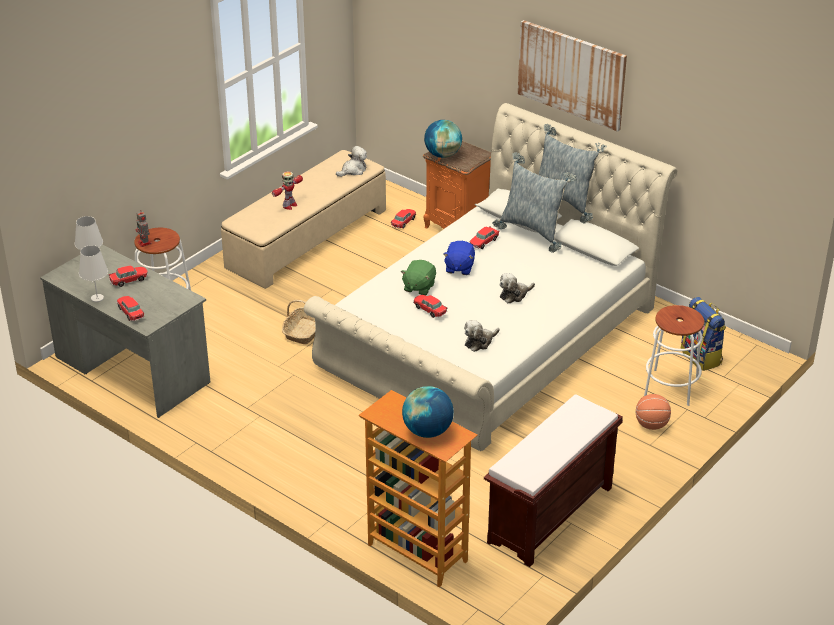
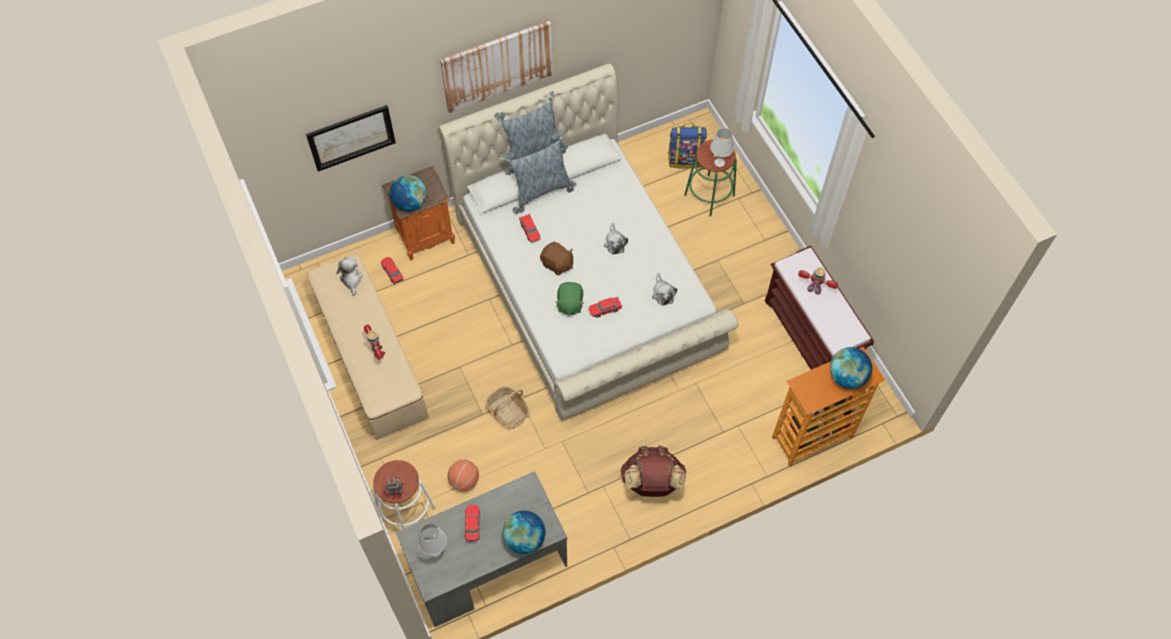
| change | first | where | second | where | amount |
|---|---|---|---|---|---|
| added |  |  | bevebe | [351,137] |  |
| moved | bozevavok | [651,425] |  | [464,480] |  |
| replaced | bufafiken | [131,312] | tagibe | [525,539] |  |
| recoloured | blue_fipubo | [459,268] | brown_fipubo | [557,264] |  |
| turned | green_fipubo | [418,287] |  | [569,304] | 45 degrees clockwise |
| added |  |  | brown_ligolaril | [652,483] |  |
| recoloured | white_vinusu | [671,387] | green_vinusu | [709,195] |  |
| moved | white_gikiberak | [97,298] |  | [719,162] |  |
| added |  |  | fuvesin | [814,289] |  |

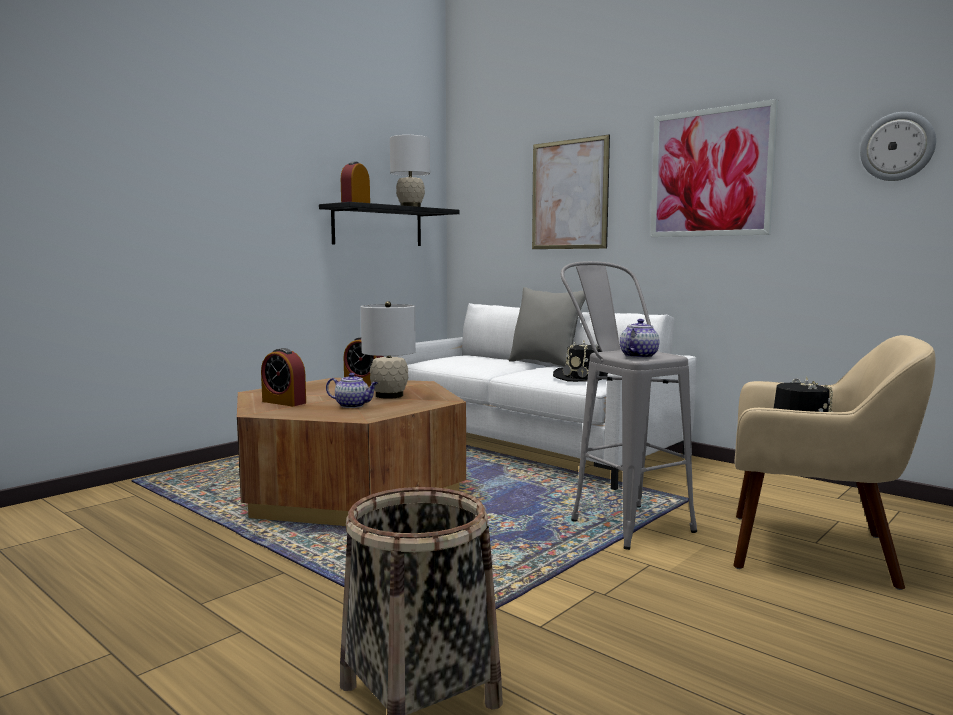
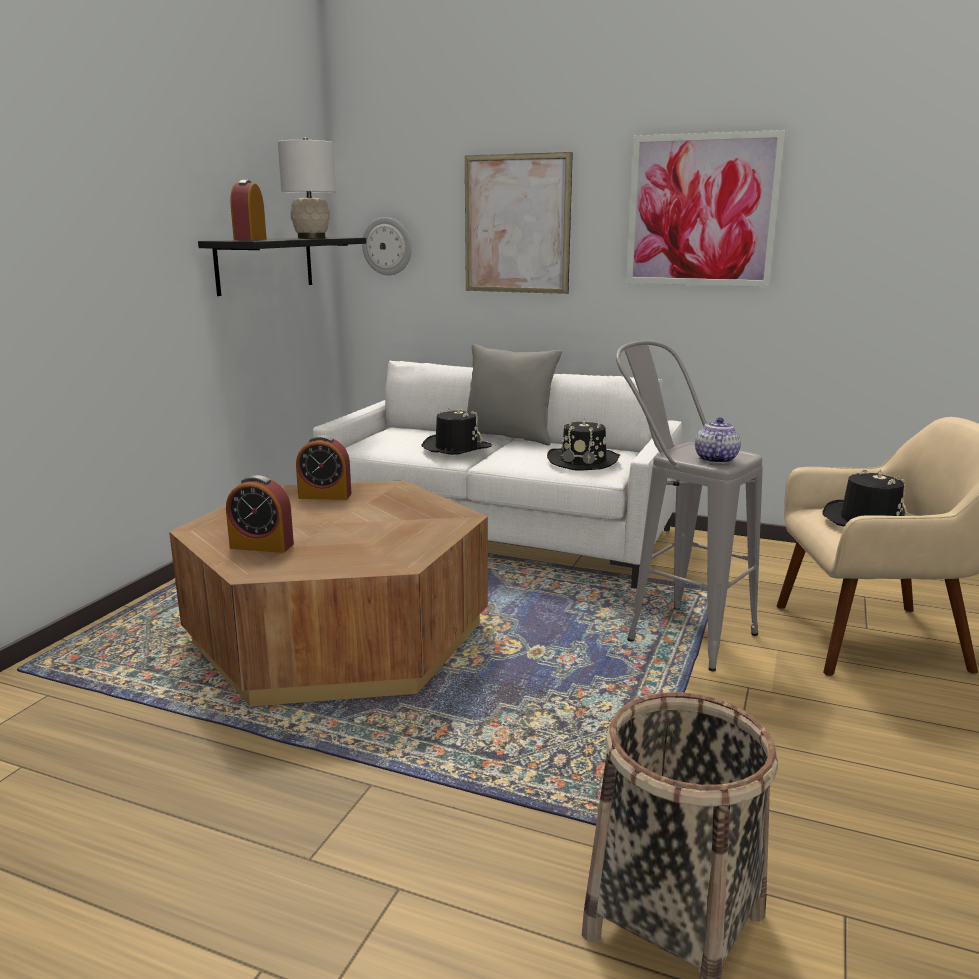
| change | first | where | second | where | amount |
|---|---|---|---|---|---|
| moved | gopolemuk | [897,147] |  | [387,246] |  |
| added |  |  | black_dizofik | [456,448] |  |
| removed | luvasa | [353,405] |  |  |  |
| removed | white_gikiberak | [389,395] |  |  |  |

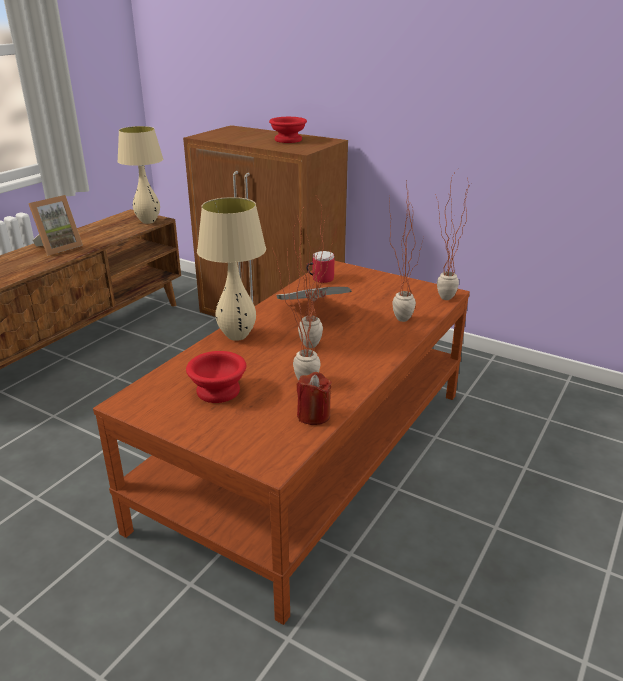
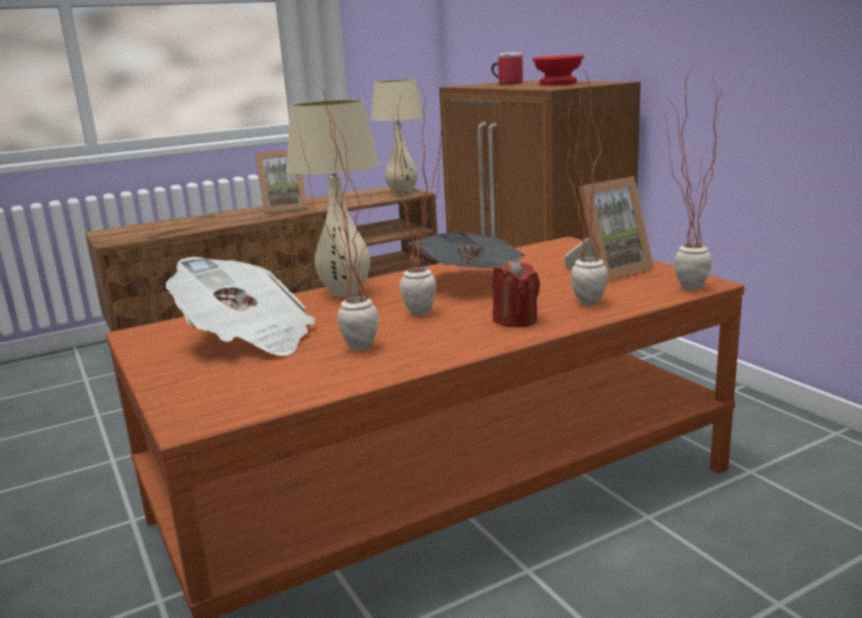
| change | first | where | second | where | amount |
|---|---|---|---|---|---|
| replaced | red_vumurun | [220,391] | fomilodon | [248,339] |  |
| moved | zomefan | [319,279] |  | [507,84] |  |
| moved | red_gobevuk | [313,415] |  | [515,320] |  |
| added |  |  | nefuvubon | [609,270] |  |

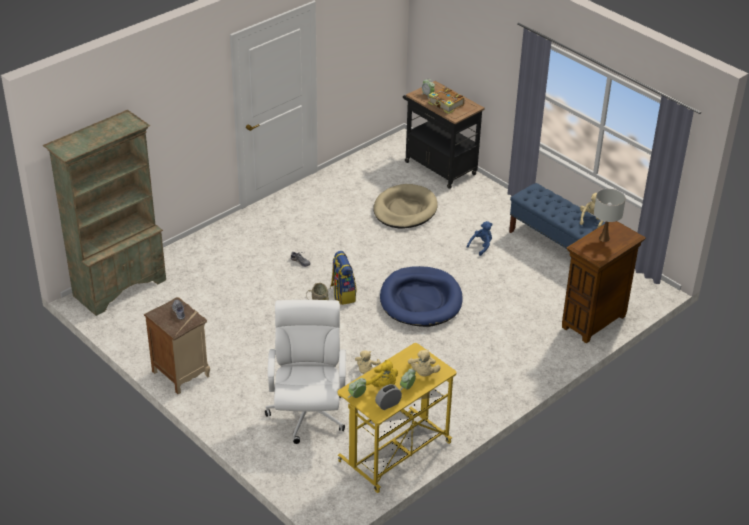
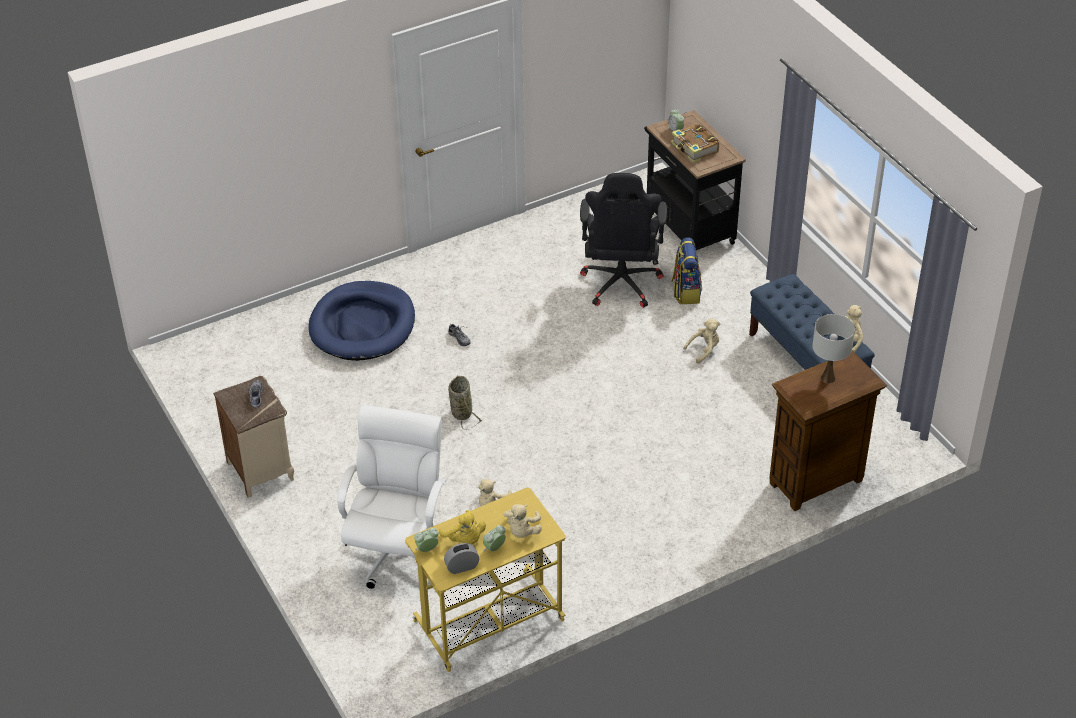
| change | first | where | second | where | amount |
|---|---|---|---|---|---|
| moved | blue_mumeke | [420,300] |  | [362,325] |  |
| replaced | beige_mumeke | [405,210] | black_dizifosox | [621,283] |  |
| moved | ligolaril | [342,294] |  | [686,291] |  |
| recoloured | blue_fipubo | [481,246] | beige_fipubo | [704,350] |  |
| removed | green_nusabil | [119,287] |  |  |  |

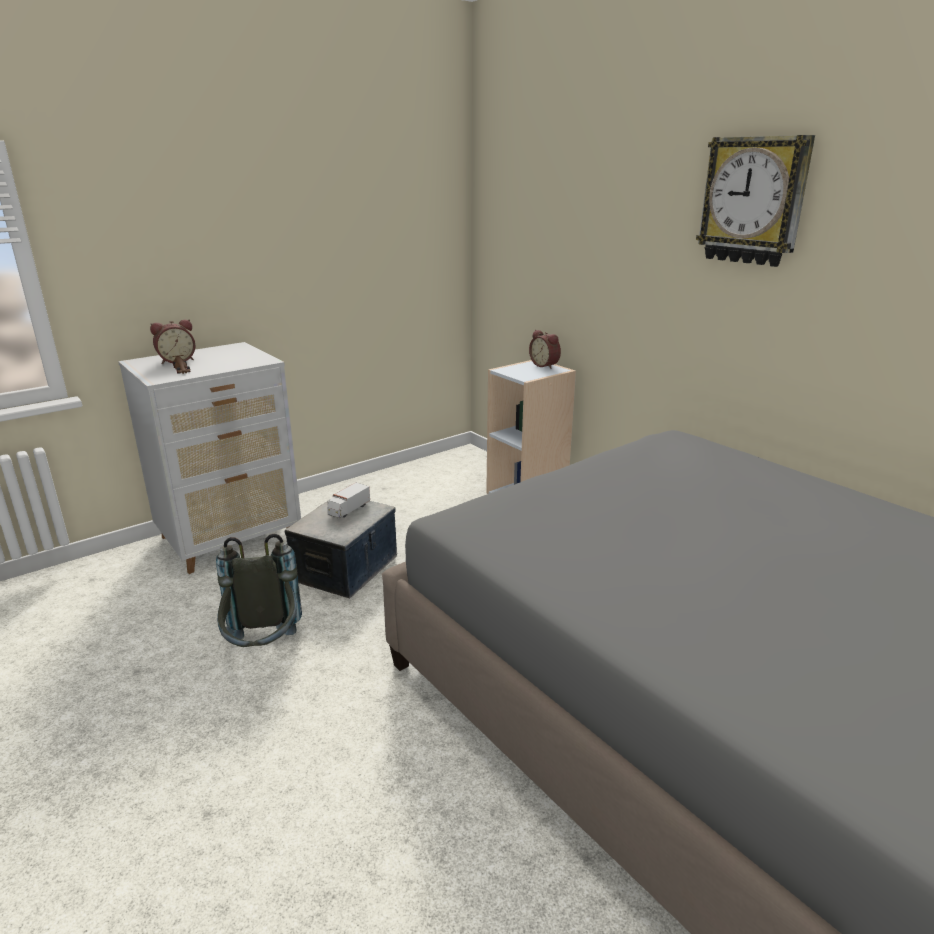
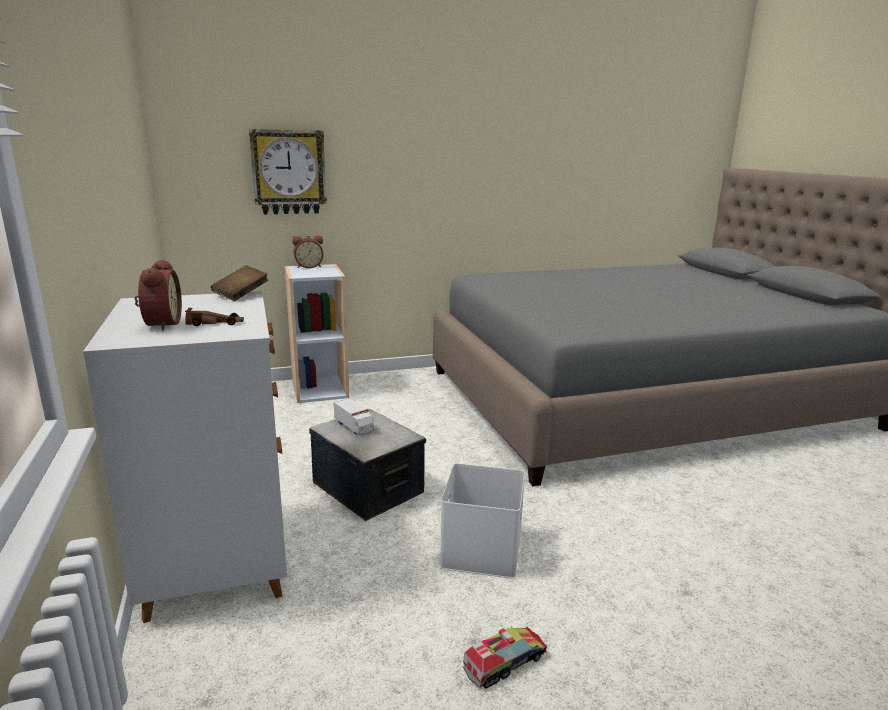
| change | first | where | second | where | amount |
|---|---|---|---|---|---|
| added |  |  | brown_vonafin | [241,295] |  |
| moved | gopolemuk | [753,201] |  | [289,172] |  |
| replaced | grey_ligolaril | [264,650] | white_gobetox | [480,548] |  |
| added |  |  | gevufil | [505,662] |  |

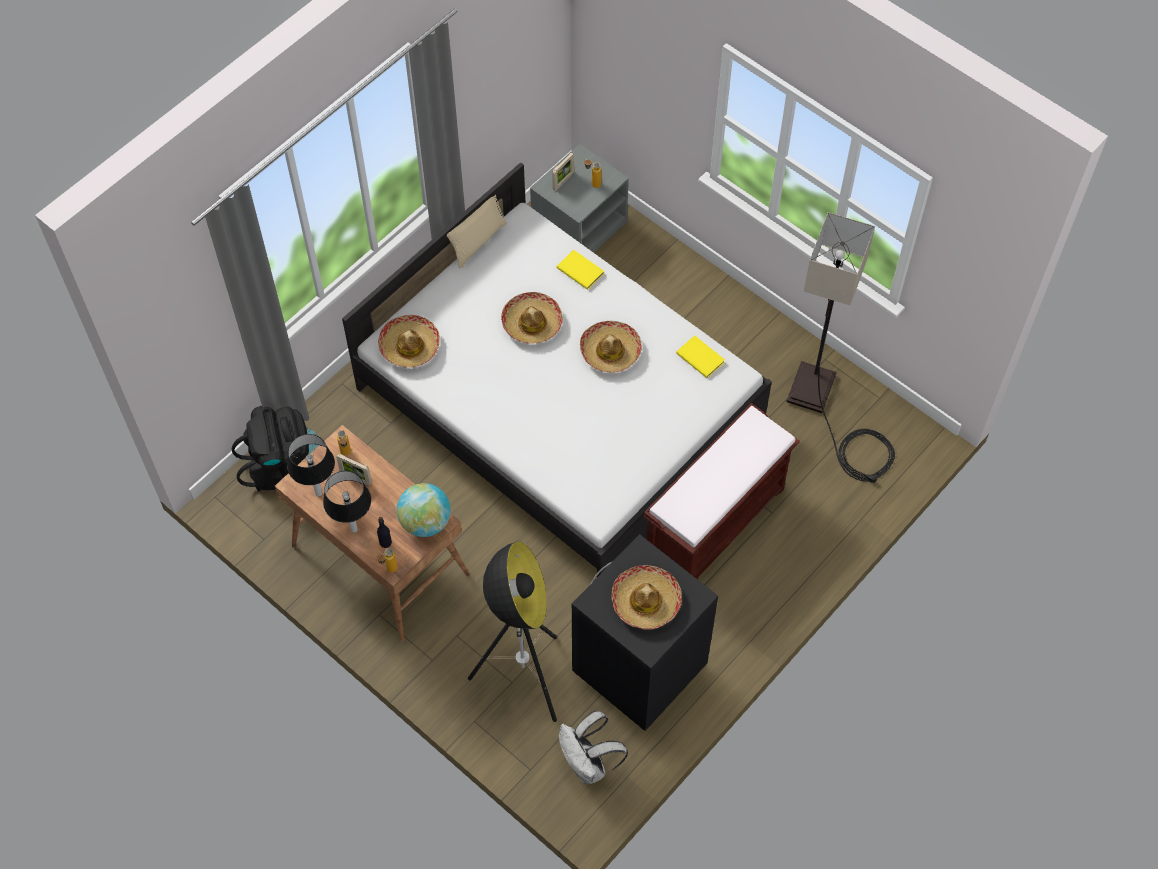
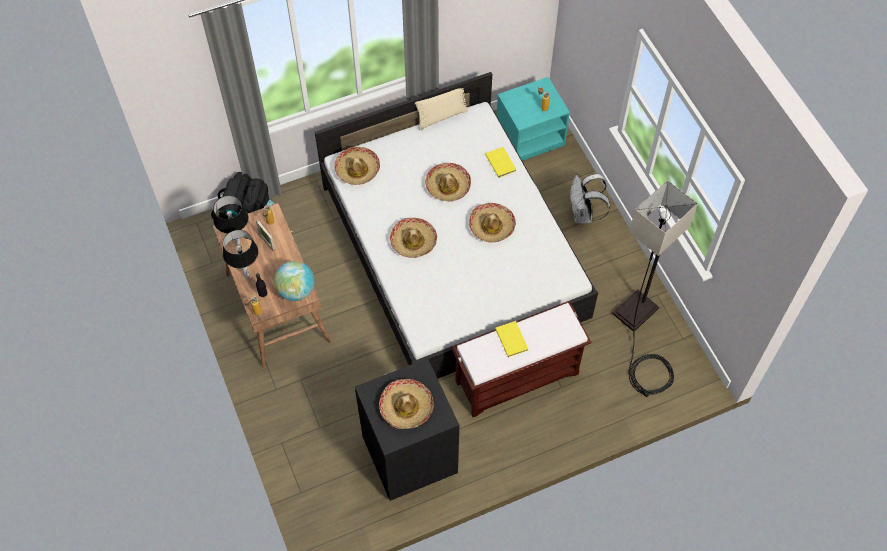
| change | first | where | second | where | amount |
|---|---|---|---|---|---|
| added |  |  | dizofik | [413,241] |  |
| moved | yellow_vonafin | [700,357] |  | [512,339] |  |
| recoloured | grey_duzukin | [579,226] | turquoise_duzukin | [530,136] |  |
| moved | white_ligolaril | [588,765] |  | [583,214] |  |
| removed | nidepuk | [523,678] |  |  |  |
| removed | nefuvubon | [563,181] |  |  |  |

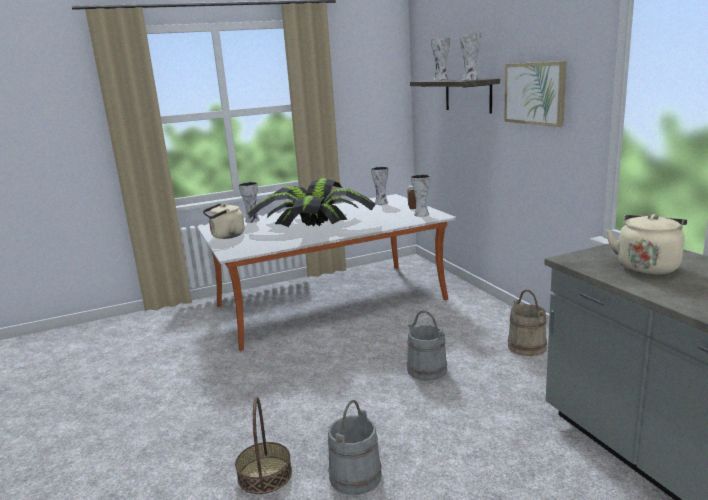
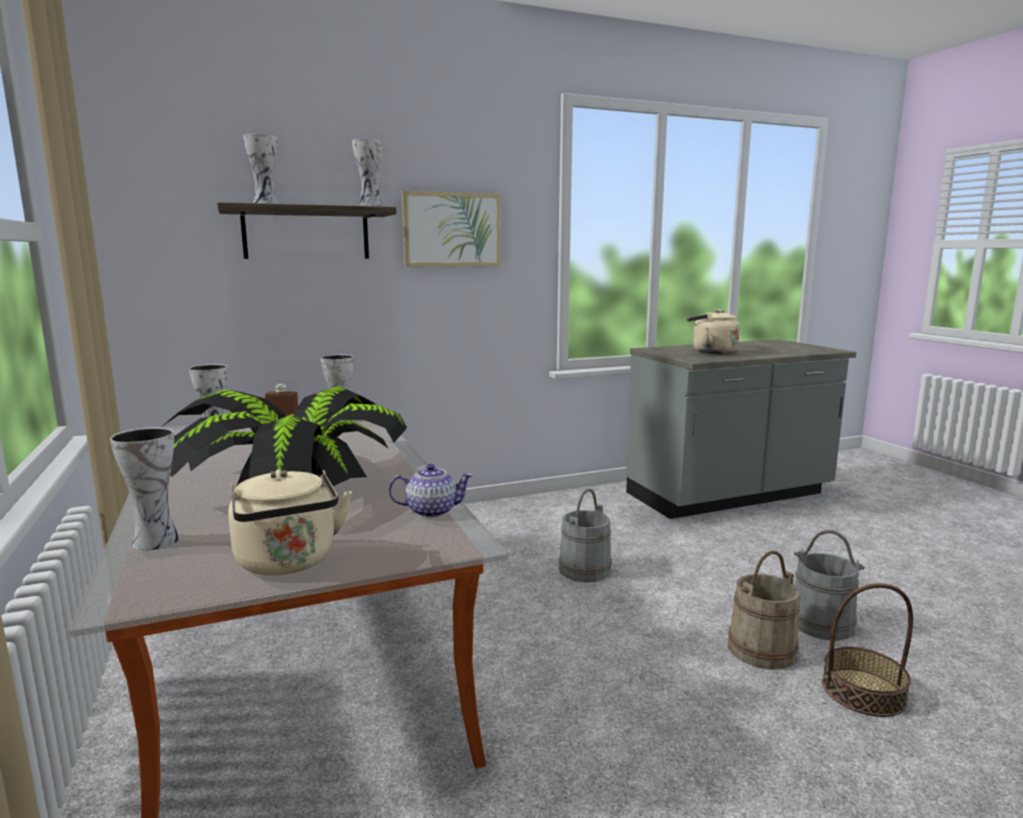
| change | first | where | second | where | amount |
|---|---|---|---|---|---|
| added |  |  | luvasa | [431,511] |  |
| moved | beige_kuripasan | [526,347] |  | [762,650] |  |

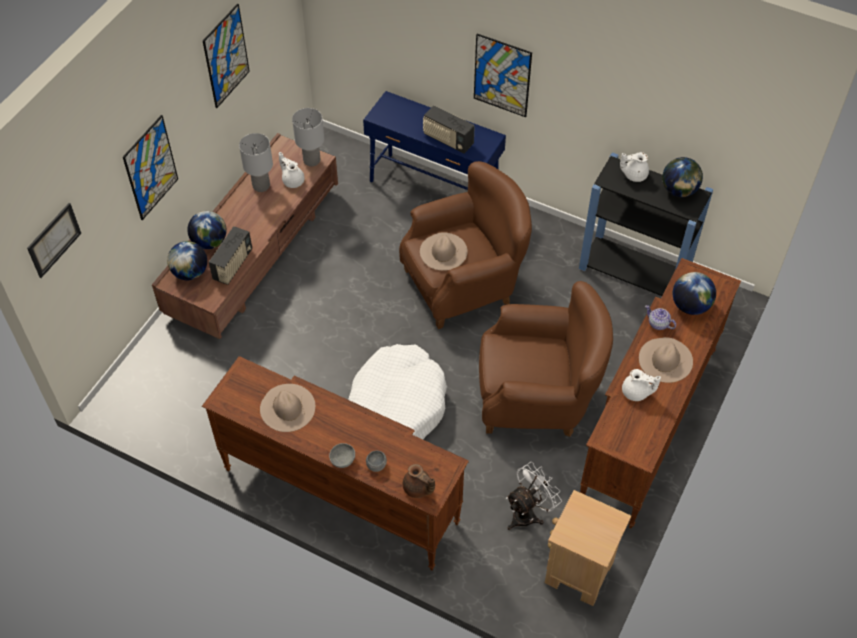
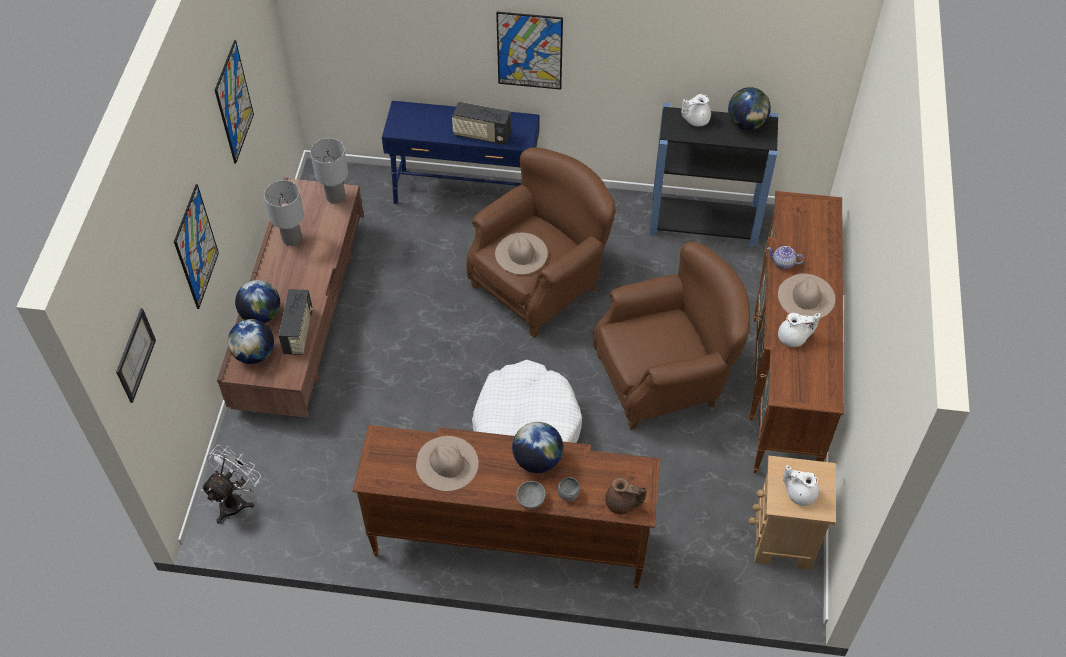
| change | first | where | second | where | amount |
|---|---|---|---|---|---|
| moved | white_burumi | [528,513] |  | [236,500] |  |
| moved | tagibe | [690,306] |  | [537,460] |  |
| moved | white_luvasa | [292,180] |  | [800,493] |  |

